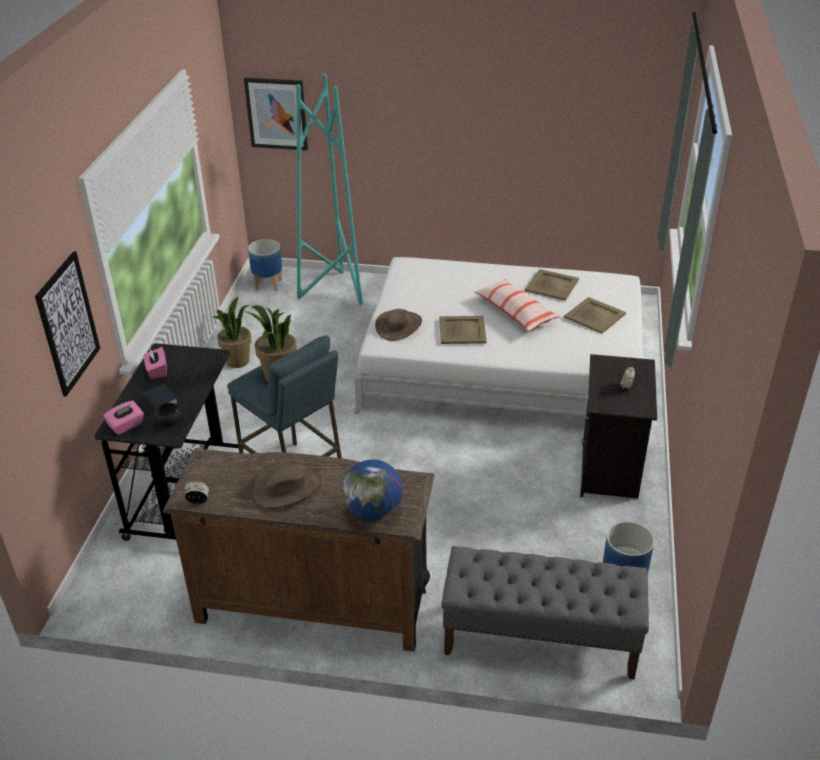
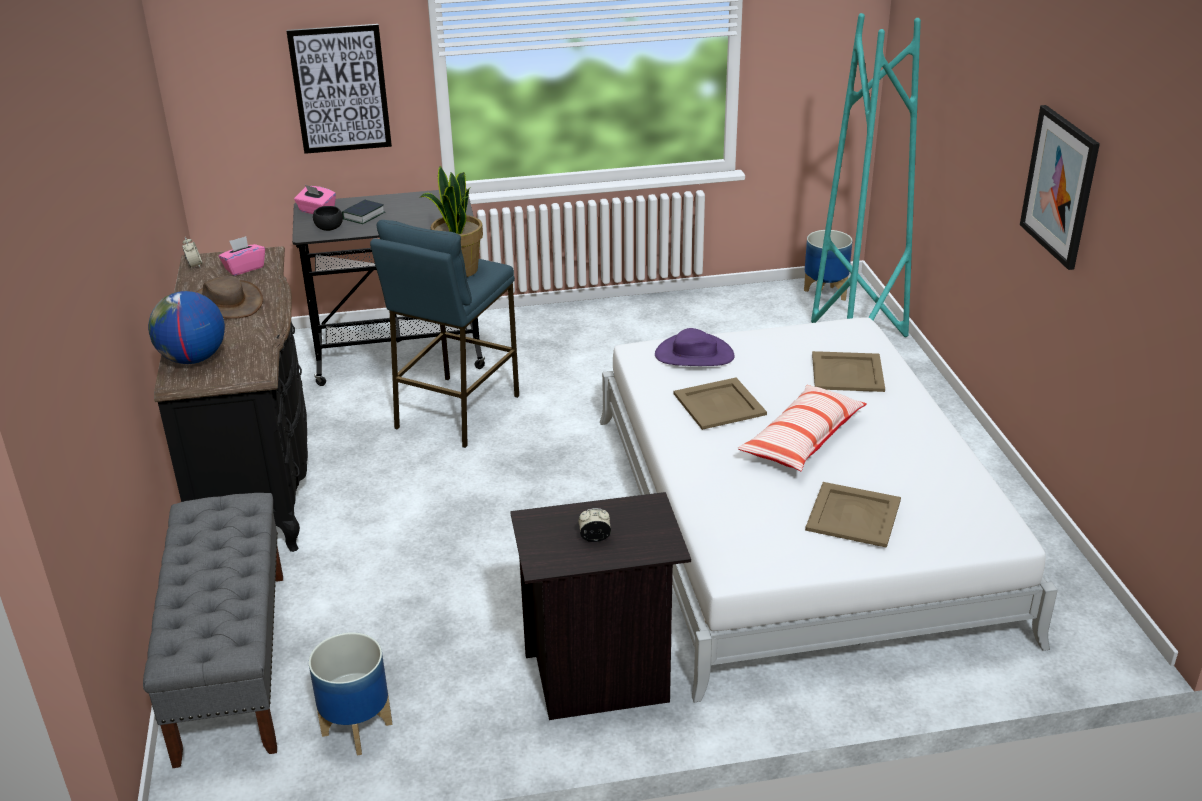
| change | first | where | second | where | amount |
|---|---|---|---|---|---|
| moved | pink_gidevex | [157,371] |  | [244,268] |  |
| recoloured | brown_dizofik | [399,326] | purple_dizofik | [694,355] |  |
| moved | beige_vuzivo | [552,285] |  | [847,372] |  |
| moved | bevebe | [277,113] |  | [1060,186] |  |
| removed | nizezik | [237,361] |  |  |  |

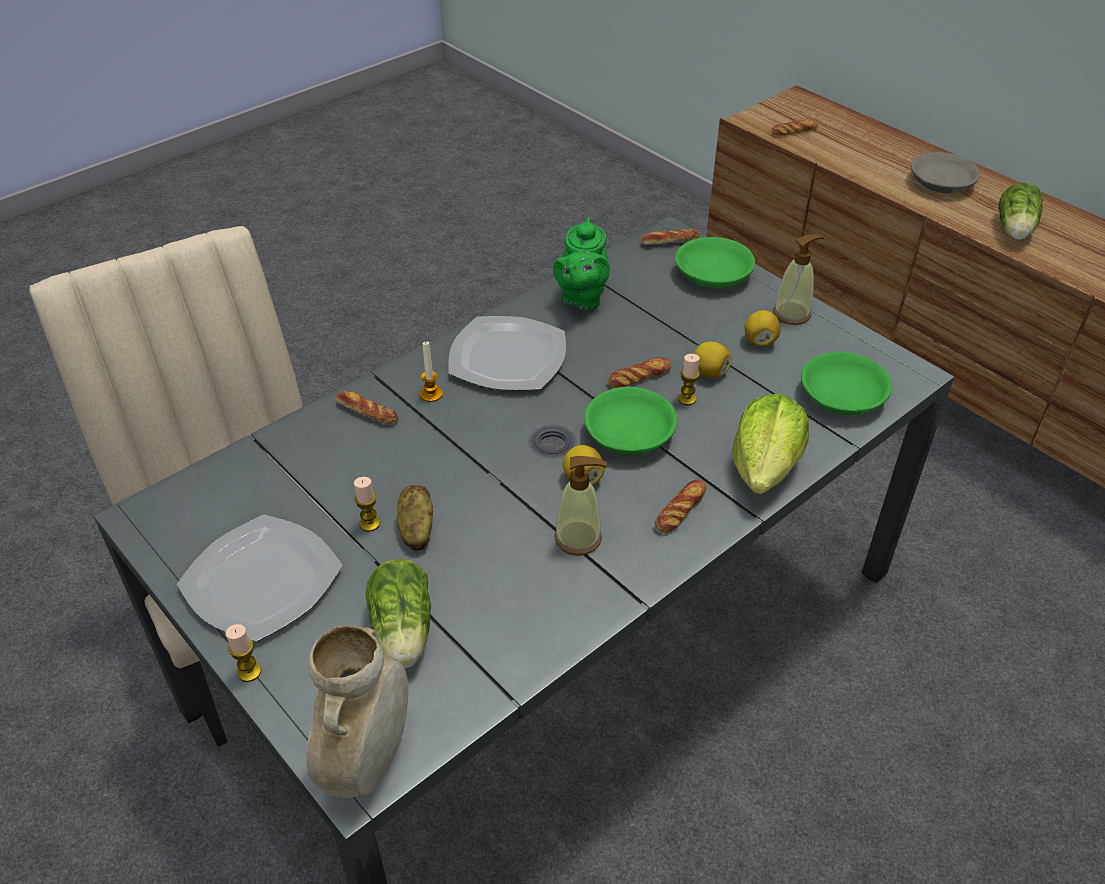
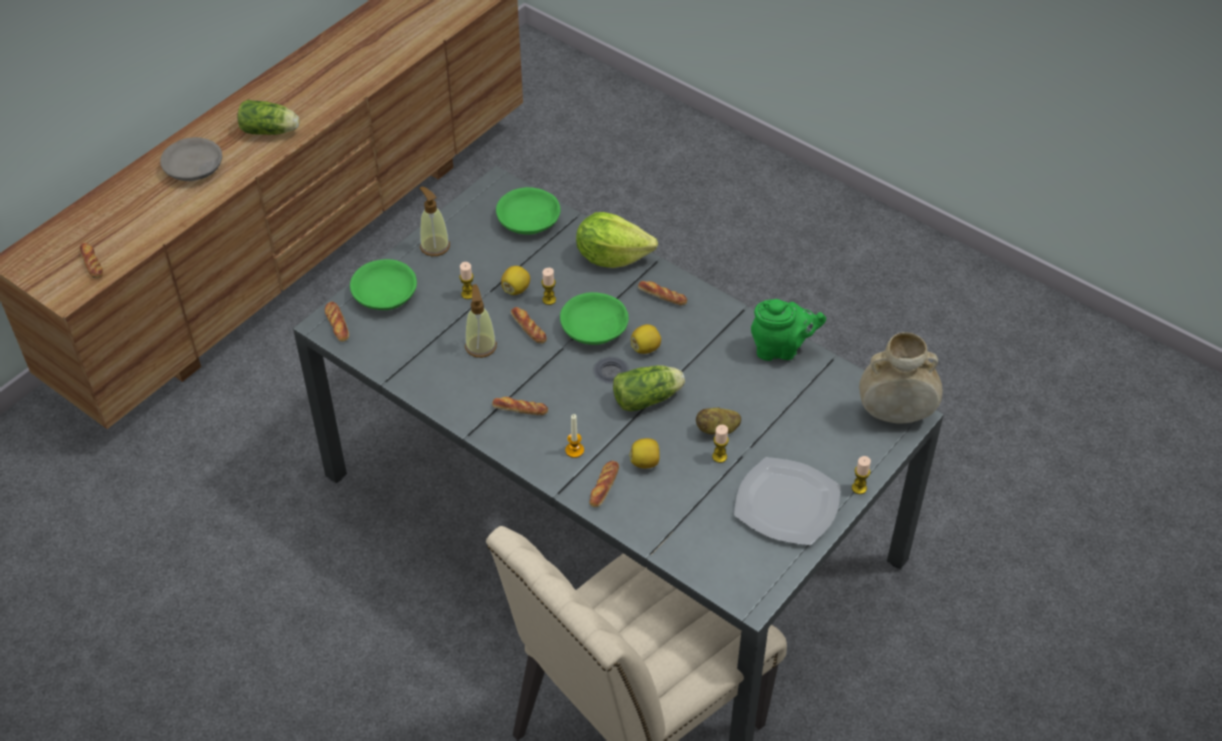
| change | first | where | second | where | amount |
|---|---|---|---|---|---|
| added |  |  | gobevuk | [468,294] |  |
| moved | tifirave | [578,538] |  | [480,346] |  |
| replaced | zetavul | [508,358] | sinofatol | [520,409] |  |
| moved | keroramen | [403,633] |  | [649,398] |  |
| moved | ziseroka | [759,341] |  | [645,462] |  |
| moved | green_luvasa | [581,298] |  | [781,349] |  |

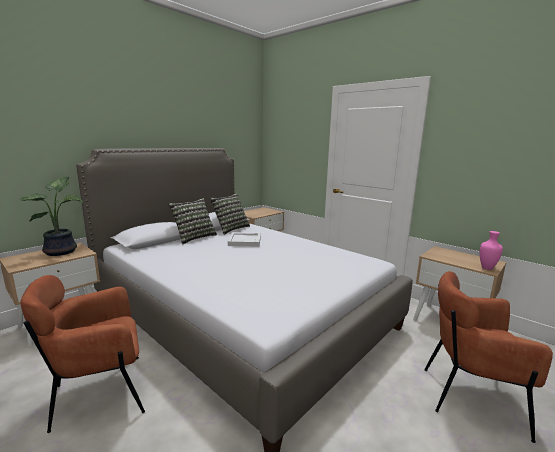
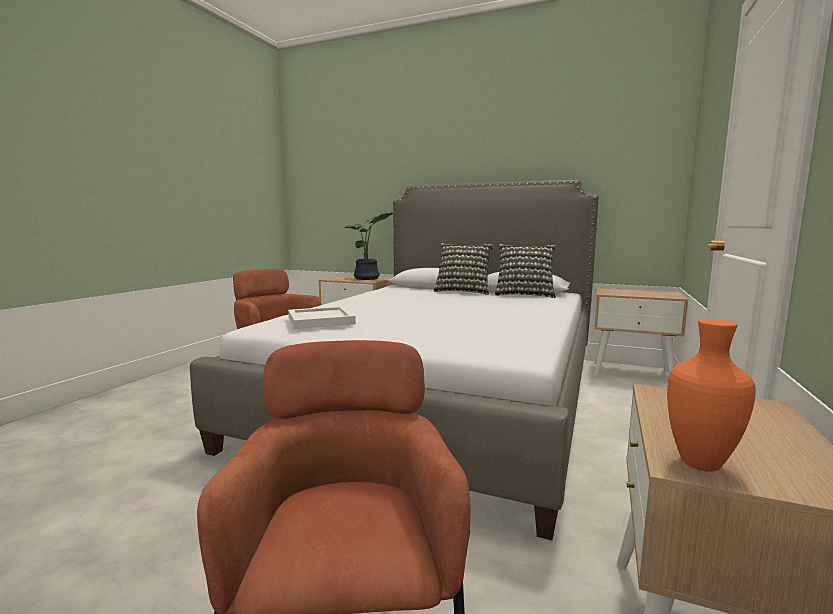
| change | first | where | second | where | amount |
|---|---|---|---|---|---|
| moved | white_vuzivo | [245,241] |  | [322,321] |  |
| recoloured | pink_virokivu | [487,268] | orange_virokivu | [703,465] |  |

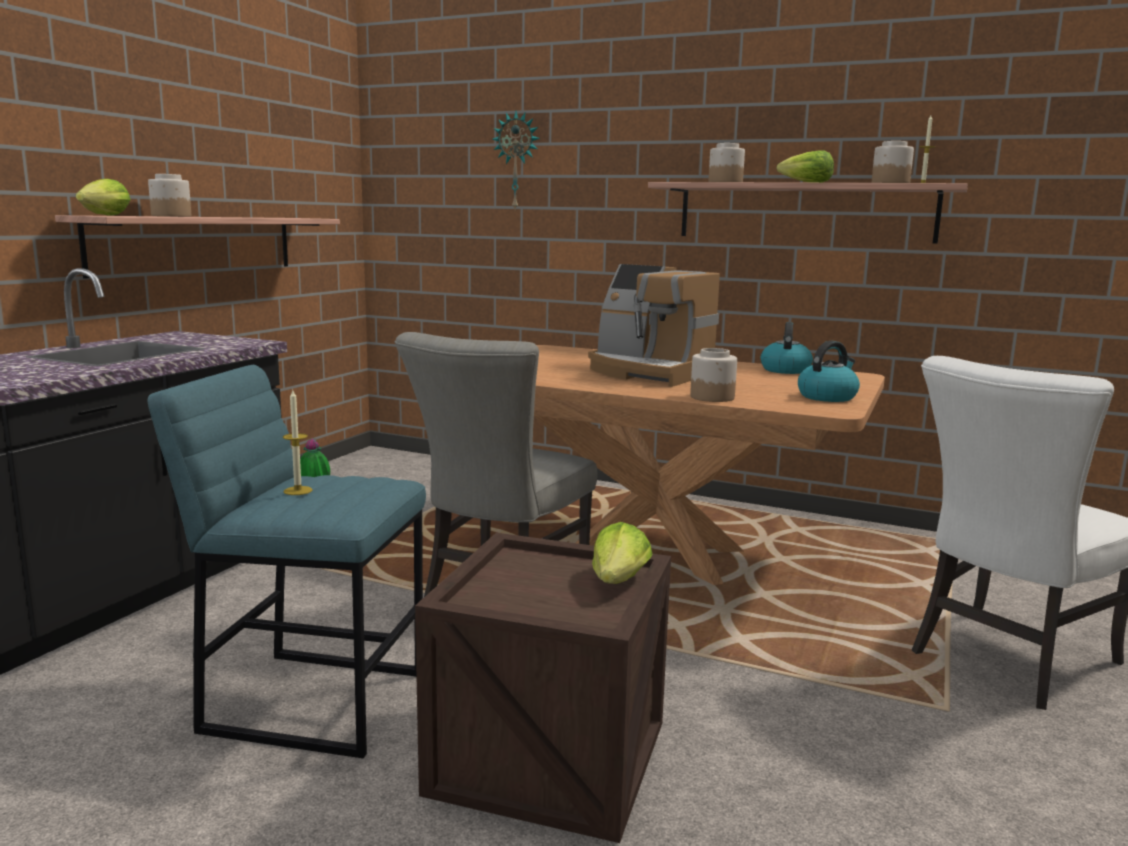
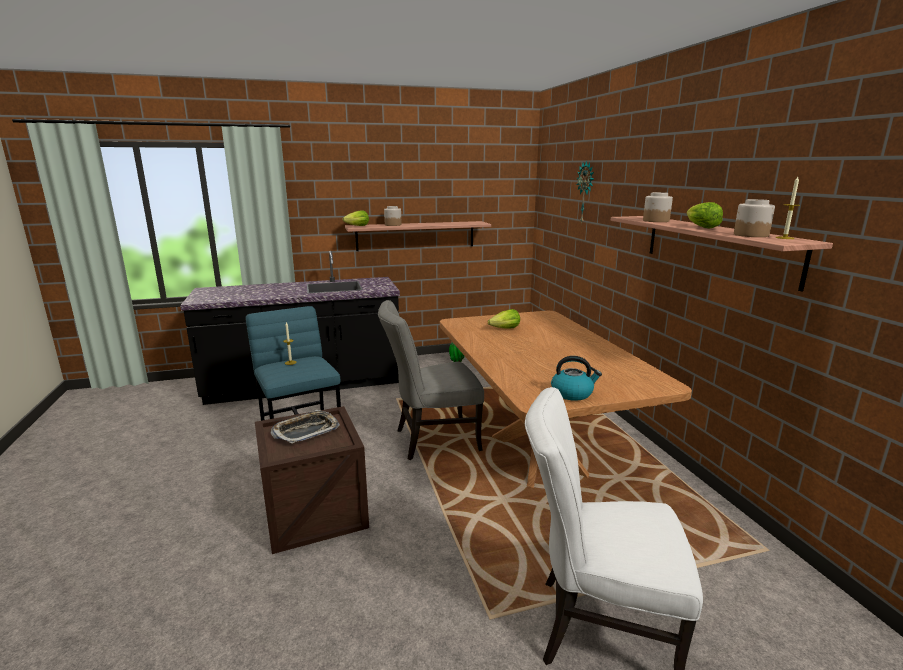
| change | first | where | second | where | amount |
|---|---|---|---|---|---|
| added |  |  | vuzivo | [306,431] |  |
| moved | keroramen | [619,581] |  | [505,329] |  |
| removed | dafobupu | [650,372] |  |  |  |
| removed | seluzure | [712,397] |  |  |  |
| removed | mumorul | [785,370] |  |  |  |

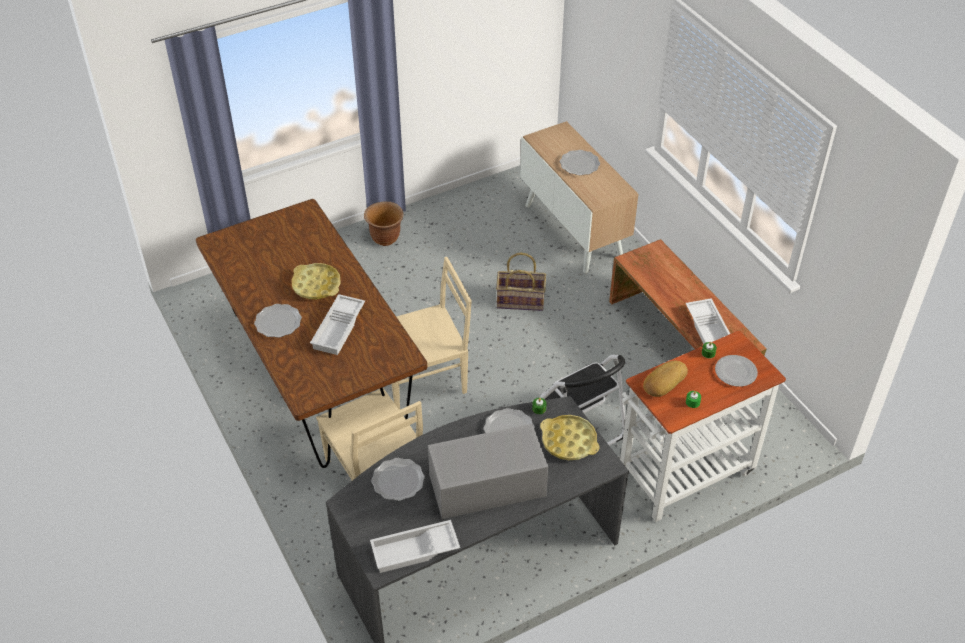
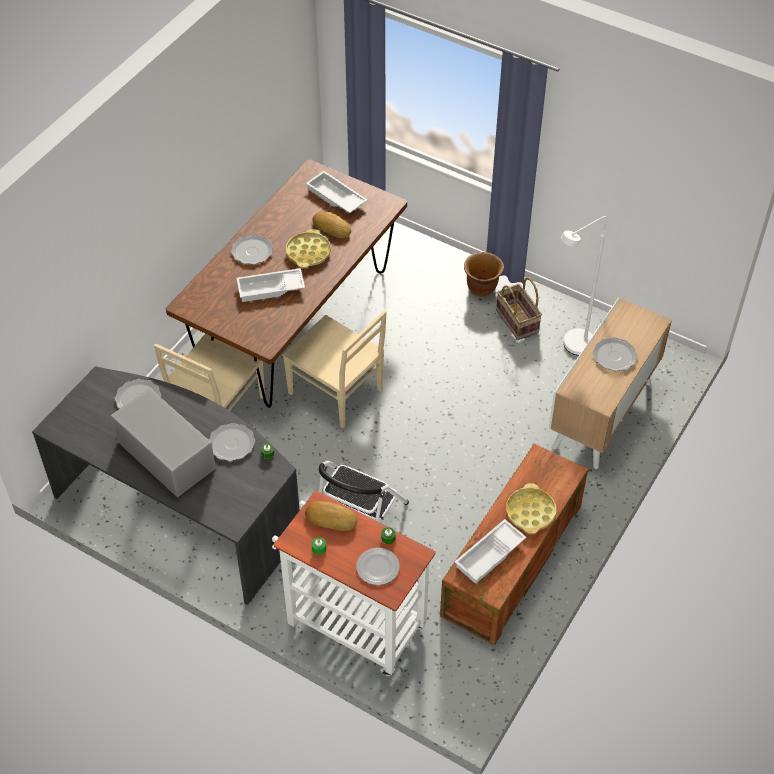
| change | first | where | second | where | amount |
|---|---|---|---|---|---|
| moved | white_vuzivo | [414,551] |  | [335,197] |  |
| added |  |  | sinofatol | [332,227] |  |
| moved | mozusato | [520,300] |  | [518,321] |  |
| moved | yellow_vuzivo | [569,441] |  | [530,512] |  |
| added |  |  | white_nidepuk | [572,348] |  |

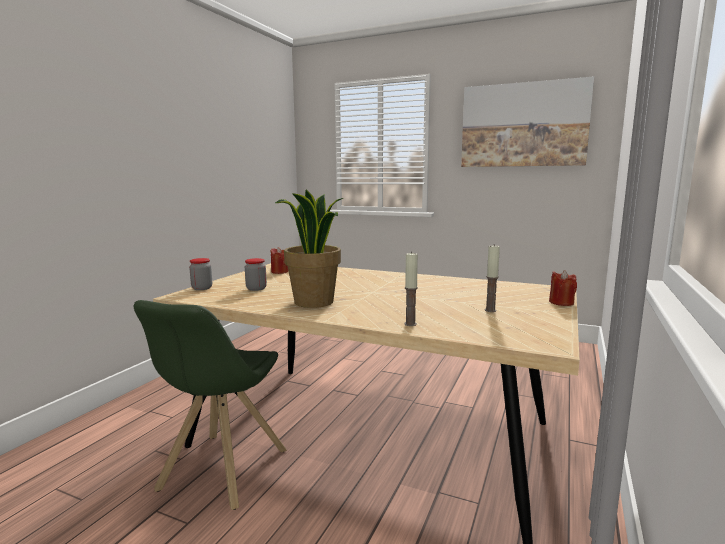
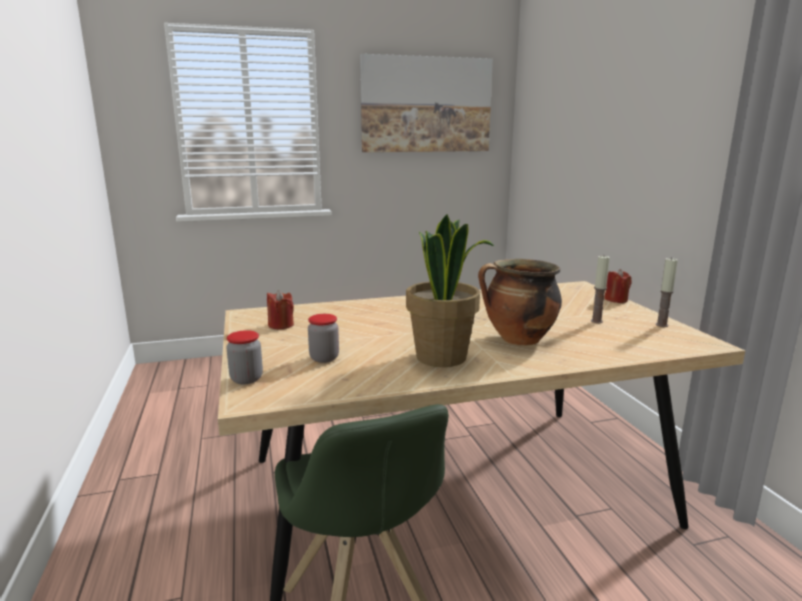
| change | first | where | second | where | amount |
|---|---|---|---|---|---|
| added |  |  | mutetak | [518,340] |  |
| moved | gobevuk | [410,324] |  | [661,325] |  |

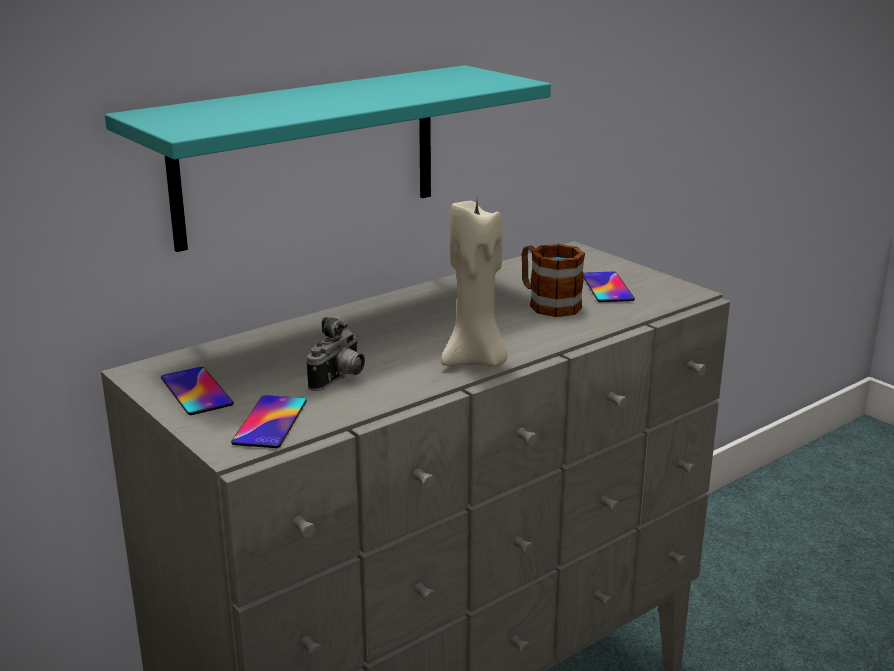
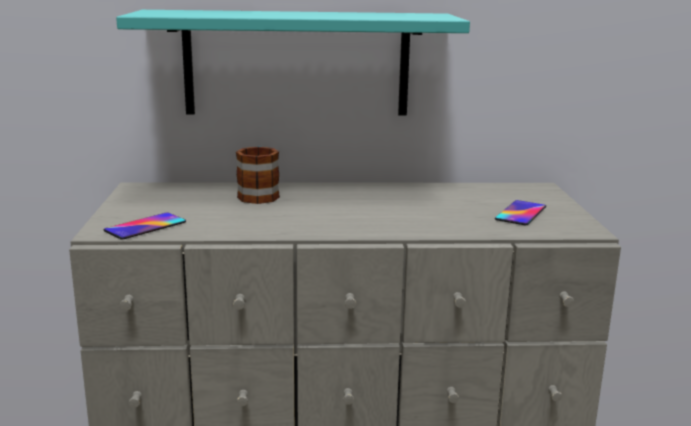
| change | first | where | second | where | amount |
|---|---|---|---|---|---|
| moved | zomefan | [547,303] |  | [258,194] |  |
| removed | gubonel | [196,391] |  |  |  |
| removed | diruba | [340,380] |  |  |  |
| removed | beige_gobevuk | [476,361] |  |  |  |

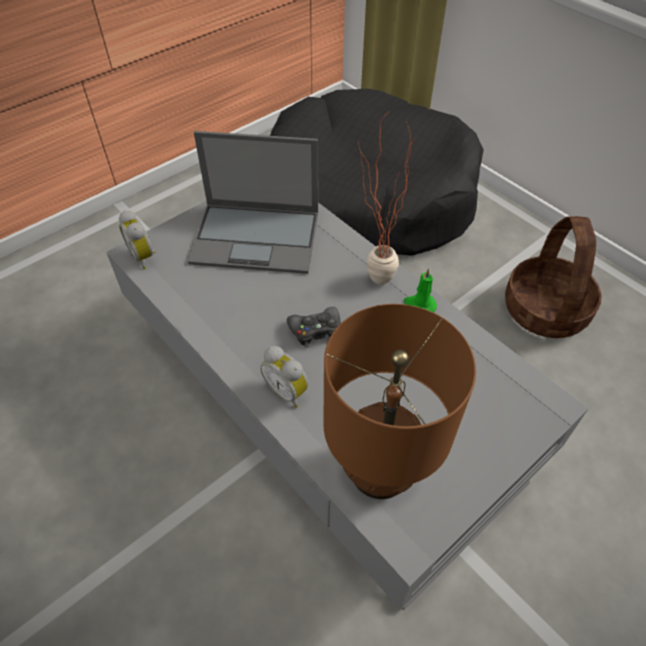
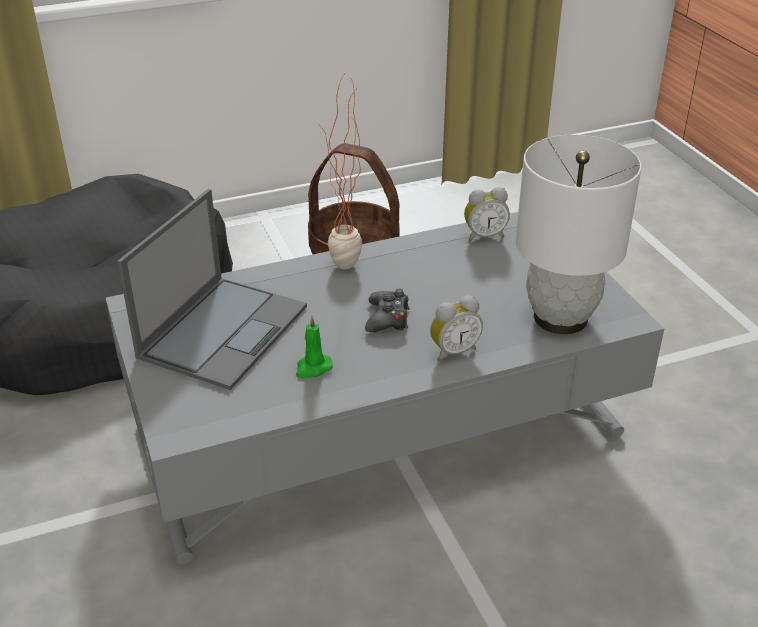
| change | first | where | second | where | amount |
|---|---|---|---|---|---|
| moved | green_gobevuk | [419,305] |  | [313,368] |  |
| moved | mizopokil | [144,256] |  | [484,236] |  |
| recoloured | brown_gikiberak | [380,471] | white_gikiberak | [561,318] |  |

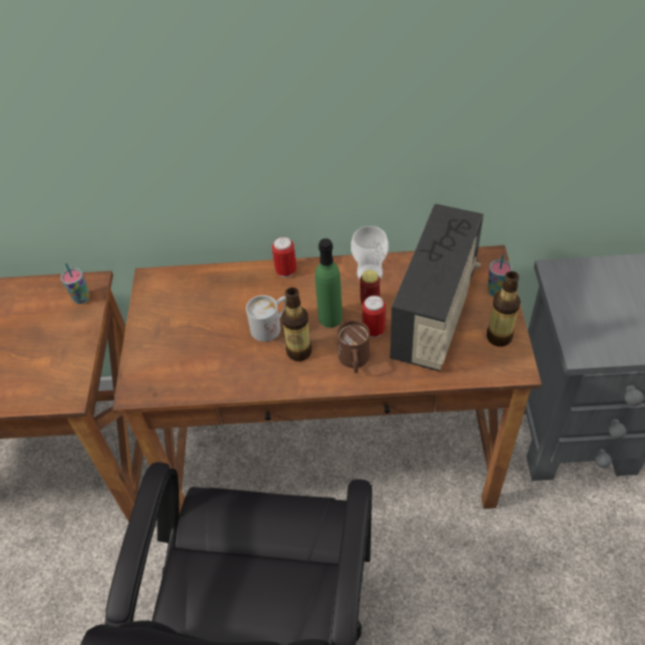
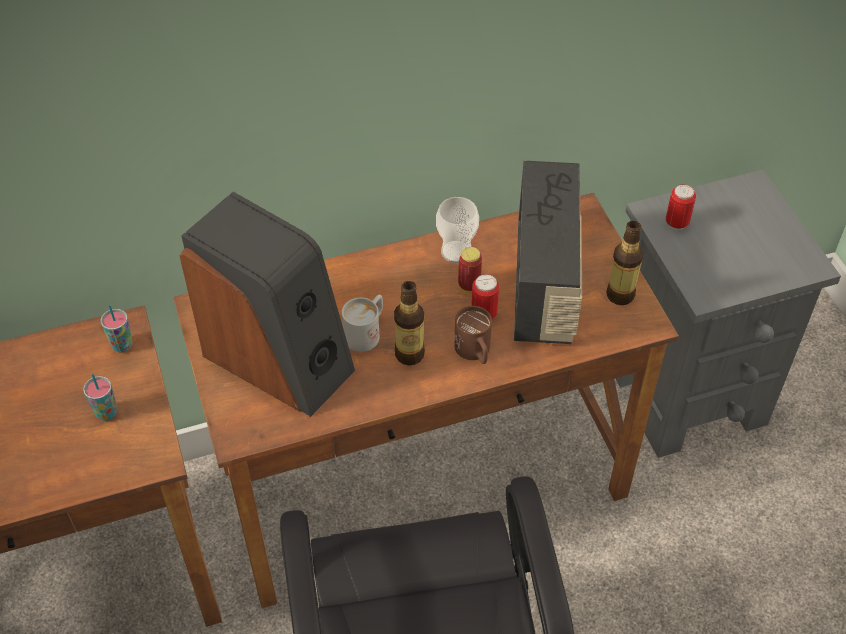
| change | first | where | second | where | amount |
|---|---|---|---|---|---|
| moved | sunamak | [496,291] |  | [106,413] |  |
| added |  |  | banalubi | [279,359] |  |
| moved | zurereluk | [286,271] |  | [676,223] |  |
| removed | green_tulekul | [330,318] |  |  |  |

